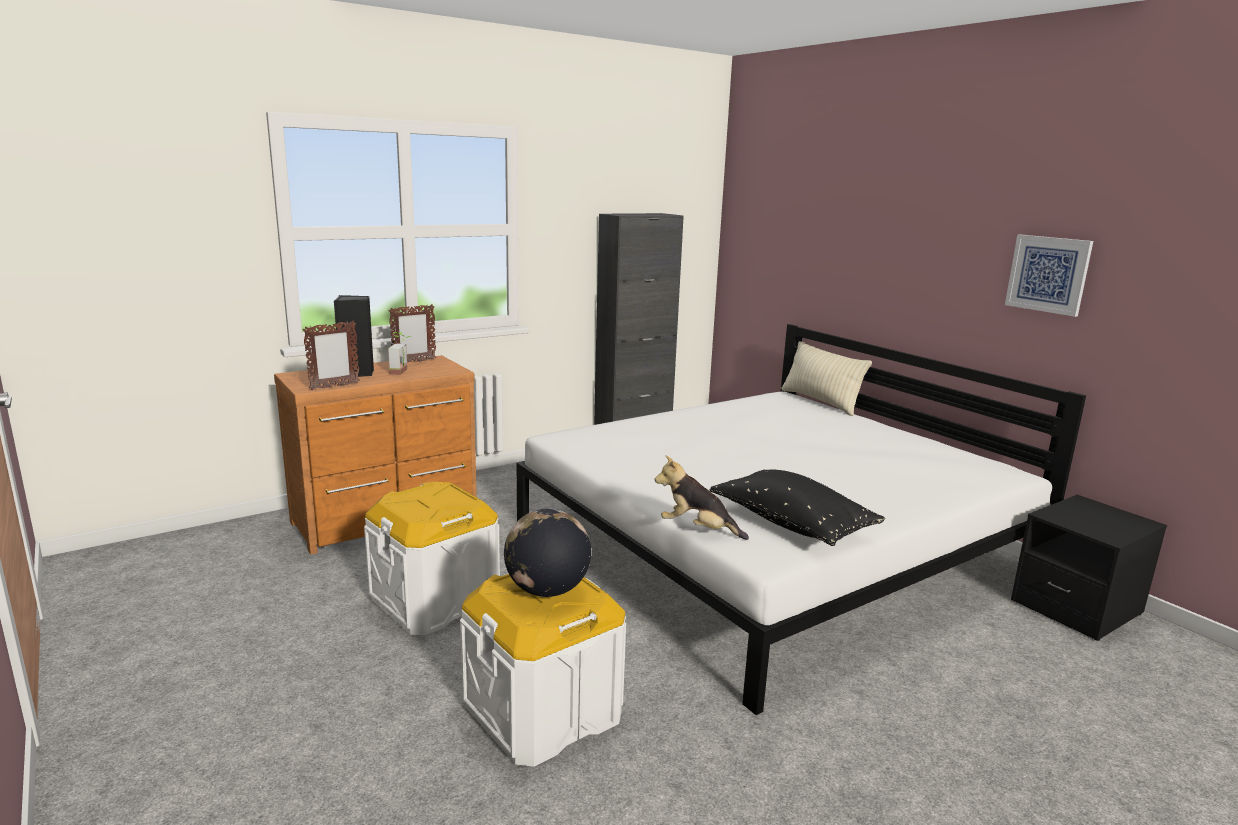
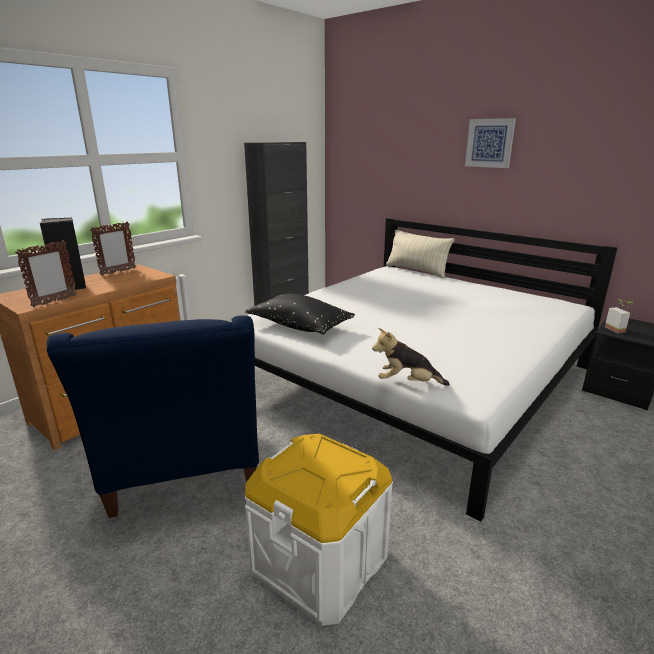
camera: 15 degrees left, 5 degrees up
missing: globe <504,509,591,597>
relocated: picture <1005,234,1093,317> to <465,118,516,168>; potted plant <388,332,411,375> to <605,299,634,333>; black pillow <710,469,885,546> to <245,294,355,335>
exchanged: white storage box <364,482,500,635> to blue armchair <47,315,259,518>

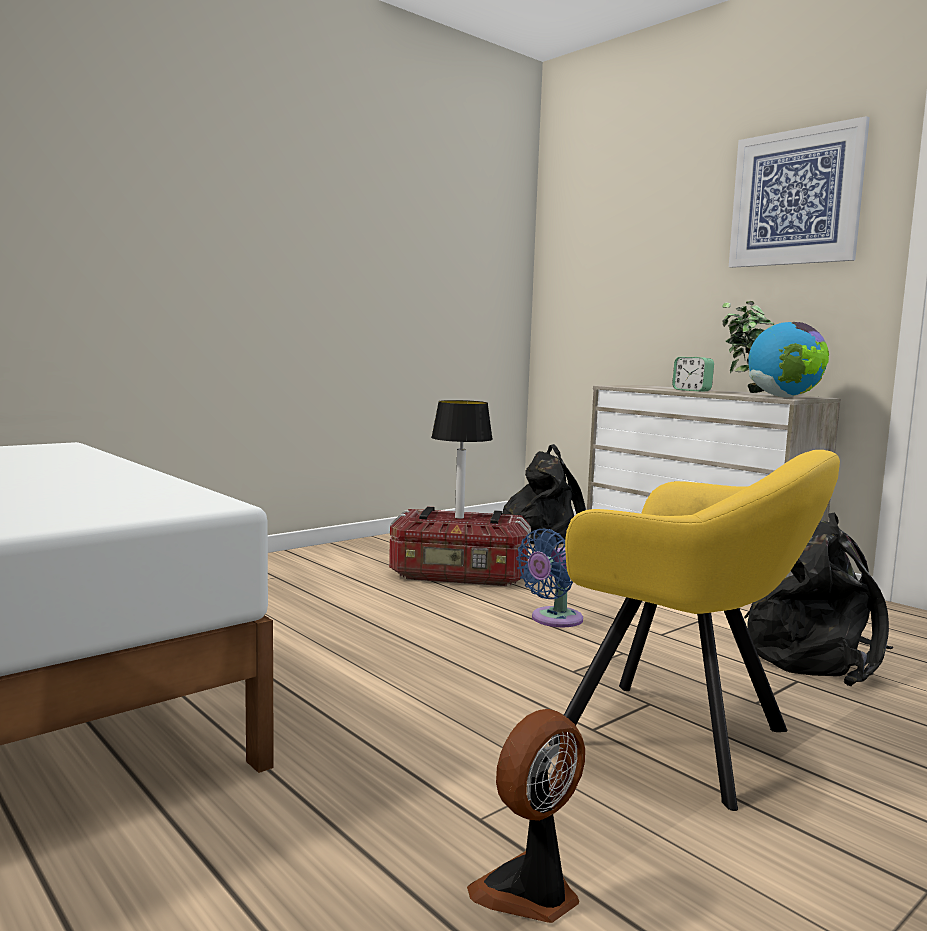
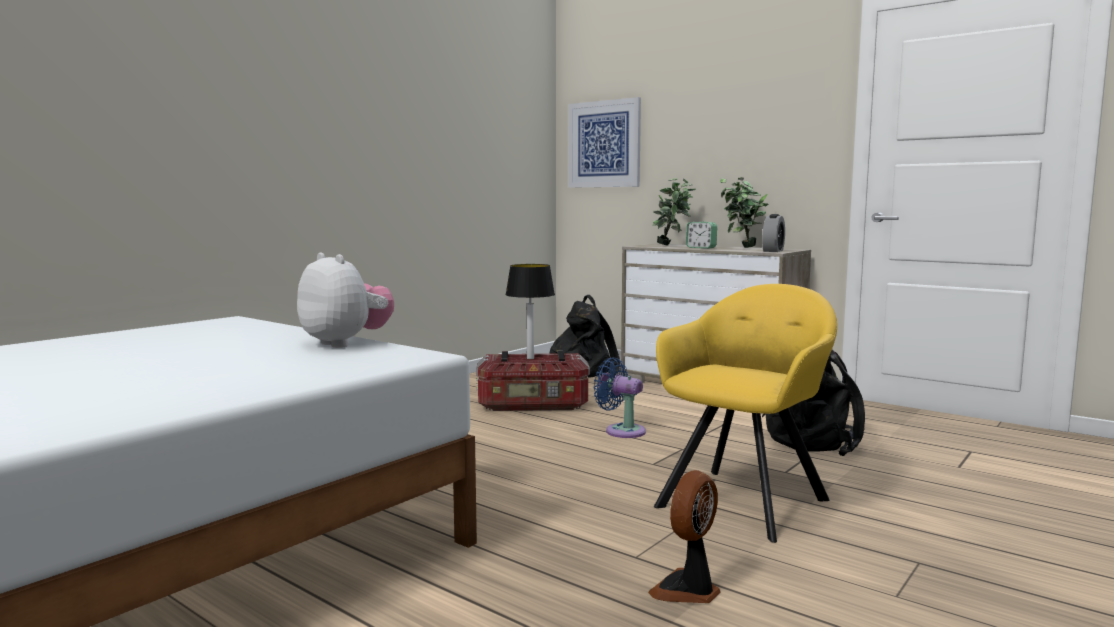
camera: 10 degrees left, 0 degrees up
appeared: potted plant <652,178,696,246>; plush toy <297,252,394,348>
relocated: picture <729,116,870,268> to <568,97,641,188>
exchanged: globe <748,322,829,397> to alarm clock <762,214,785,252>
spun: yellow armchair <549,450,840,811> = <654,284,837,543> 75 degrees counterclockwise; blue fan <516,529,583,627> = <593,357,646,438> 90 degrees clockwise

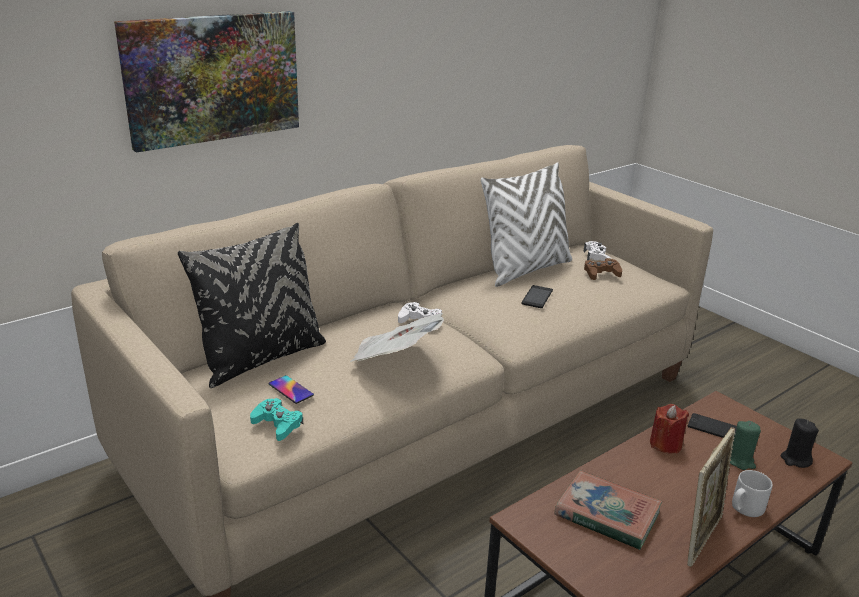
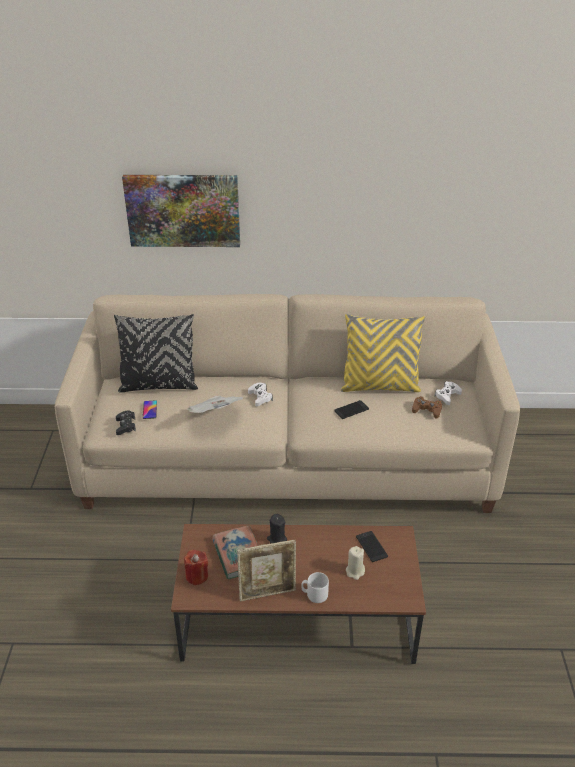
camera: 40 degrees right, 10 degrees up
relocated: red candle <650,404,689,454> to <184,550,208,585>; black candle <781,419,819,468> to <267,514,287,543>
colour: white pillow <481,162,572,287> to yellow pillow <341,314,425,392>; turquoise game controller <250,398,303,441> to black game controller <116,410,136,435>; green candle <730,421,761,470> to beige candle <346,546,365,580>

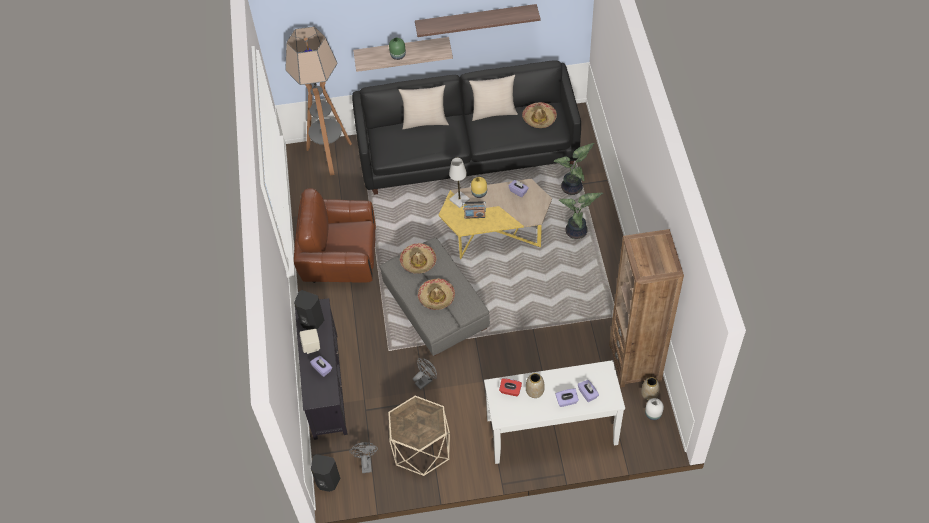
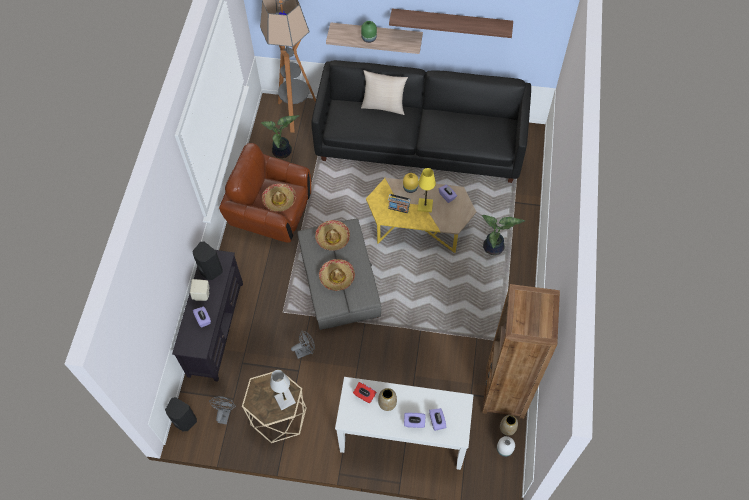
camera: 15 degrees right, 5 degrees up
missing: beige pillow <469,75,518,121>
appeared: yellow table lamp <418,168,436,212>
relocated: hat <522,102,557,128> to <262,183,296,212>; potted plant <553,143,594,195> to <261,115,299,158>; white table lamp <449,158,470,208> to <270,370,296,410>

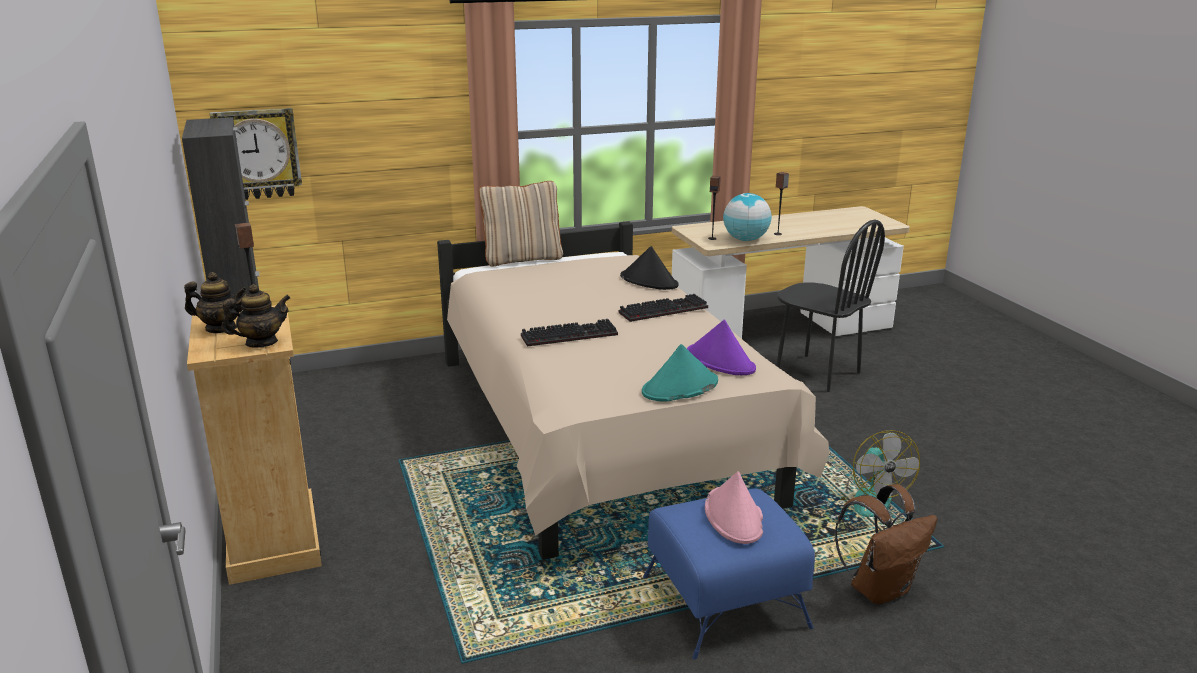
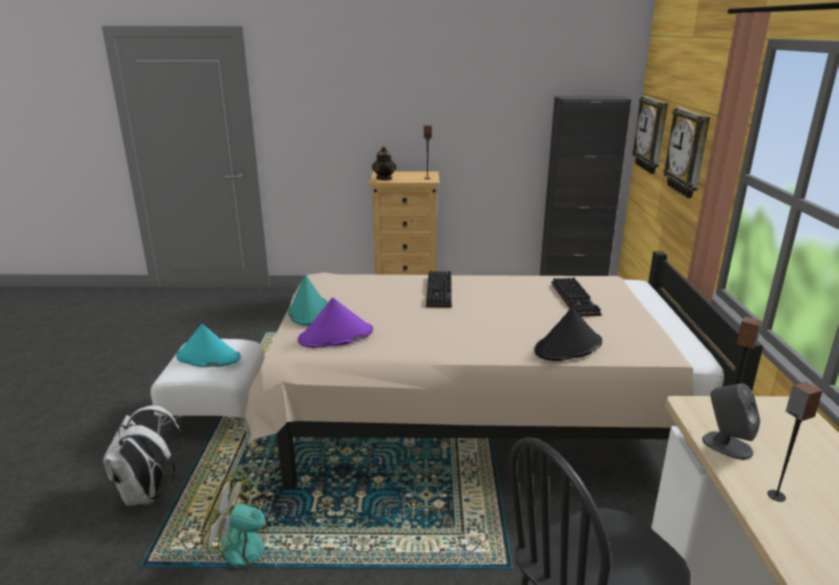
camera: 110 degrees right, 0 degrees up
missing: beige pillow <479,181,563,267>; teapot <184,272,247,333>
appeared: wall clock <663,108,710,198>
relocated: keyboard <618,294,708,322> to <551,278,602,317>
exchanged: globe <723,193,772,241> to grey speaker <702,383,760,460>
colour: pink hat <705,471,763,544> to turquoise hat <176,324,241,367>; brown backpack <835,484,937,604> to white backpack <103,405,184,506>; blue ottoman <643,489,815,659> to white ottoman <151,339,265,444>

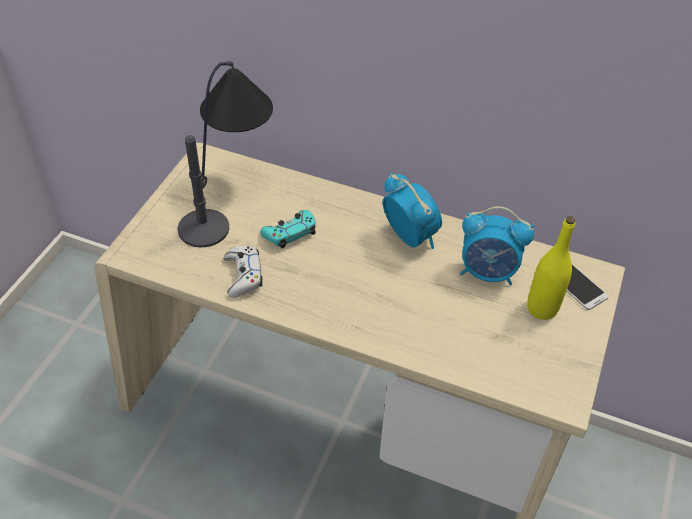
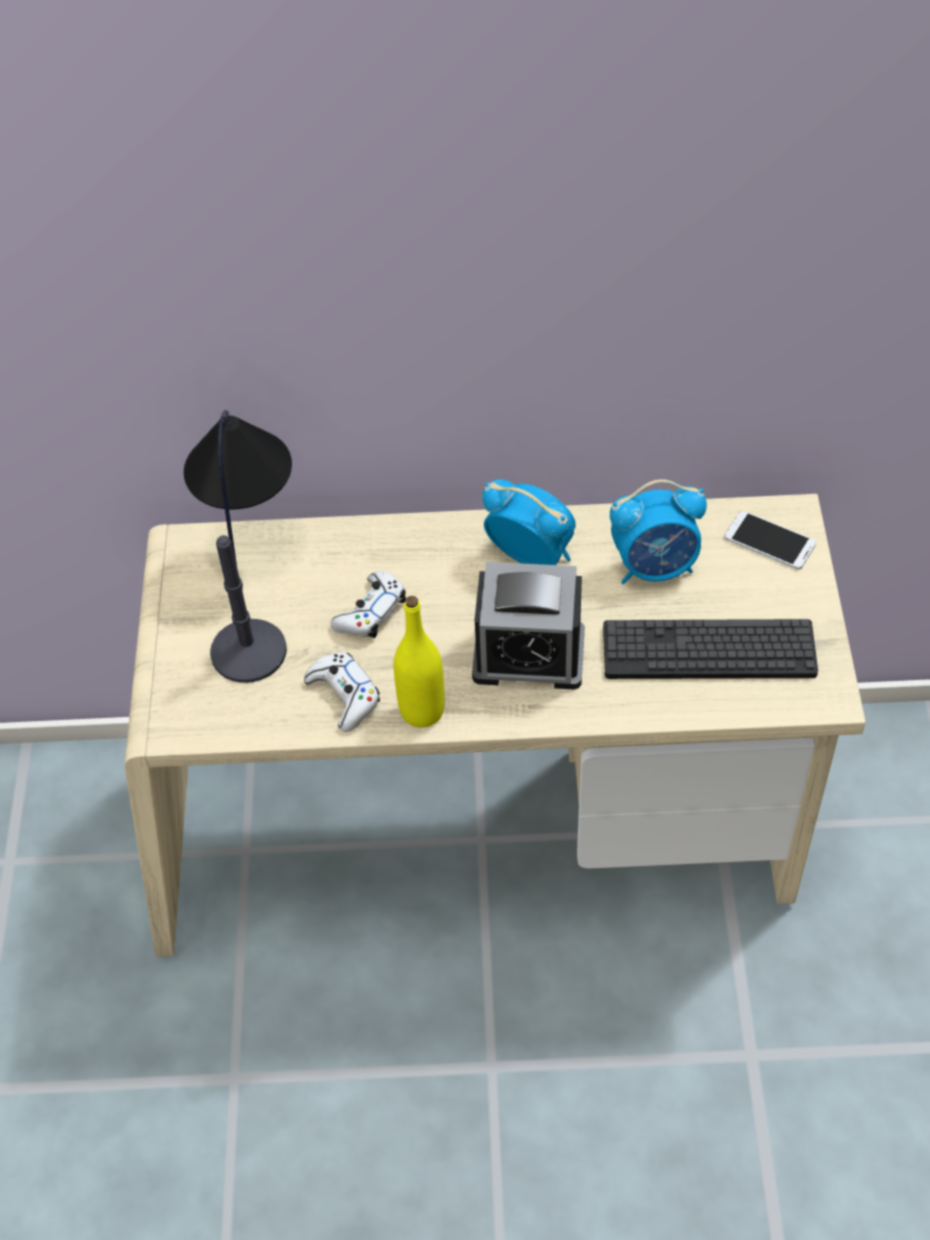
camera: 20 degrees left, 5 degrees up
appeared: alarm clock <472,562,585,690>; keyboard <603,619,818,679>
relocated: yellow bottle <527,216,575,320> to <394,596,445,728>
colour: turquoise game controller <260,210,316,248> to white game controller <331,571,406,638>

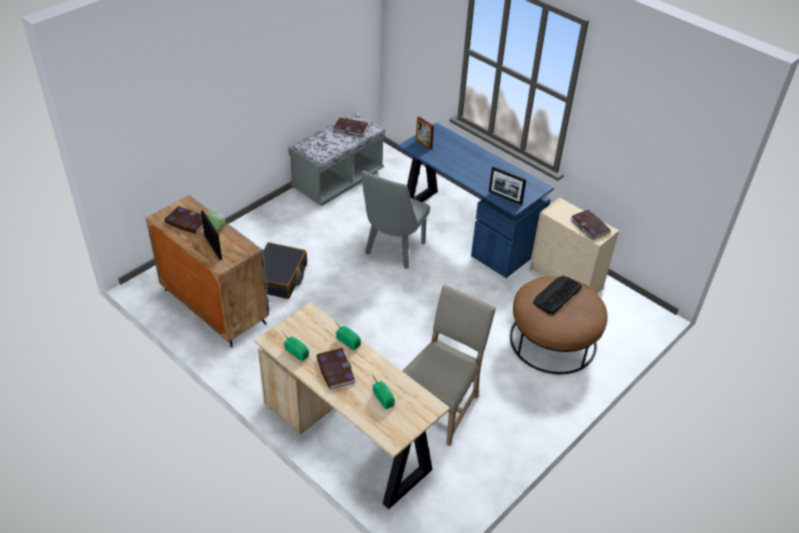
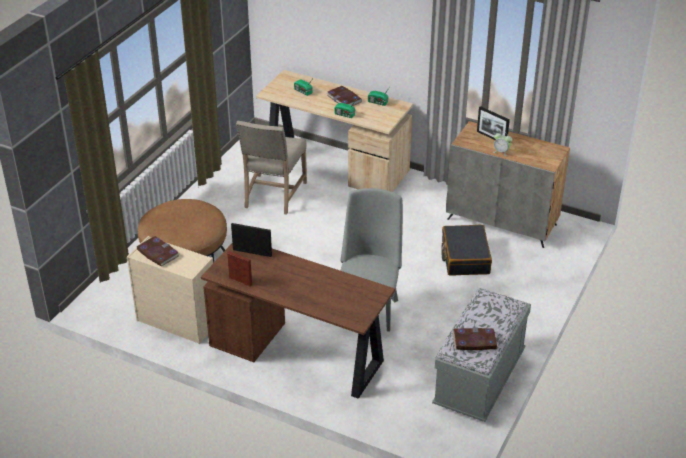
camera: 165 degrees right, 5 degrees down
missing: book <164,206,209,234>; keyboard <533,276,582,314>
relocated: picture frame <416,117,434,149> to <227,251,252,286>
colour: blue desk <397,123,554,278> to brown desk <201,243,395,399>

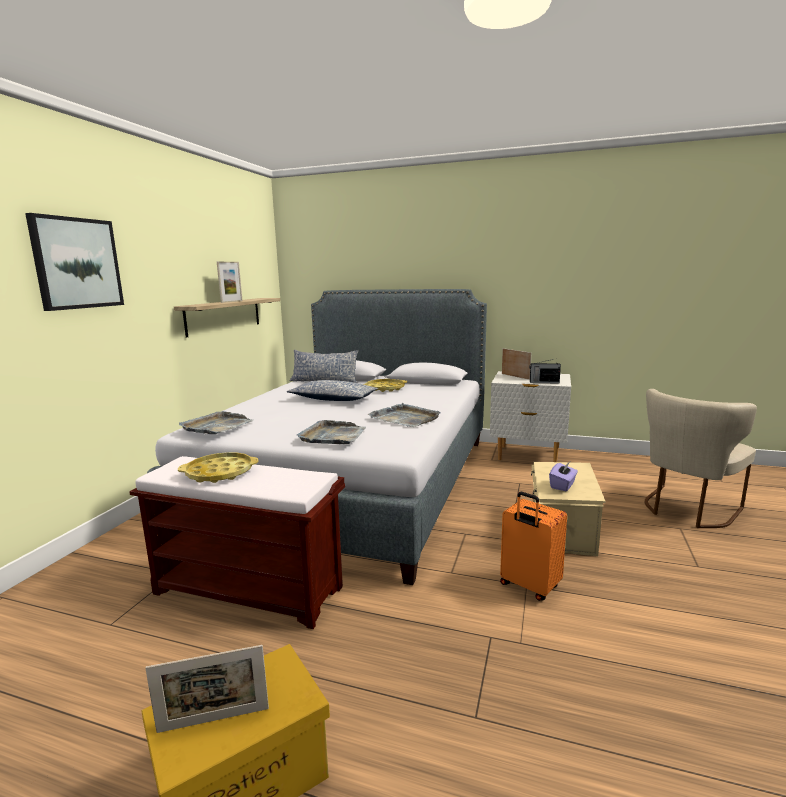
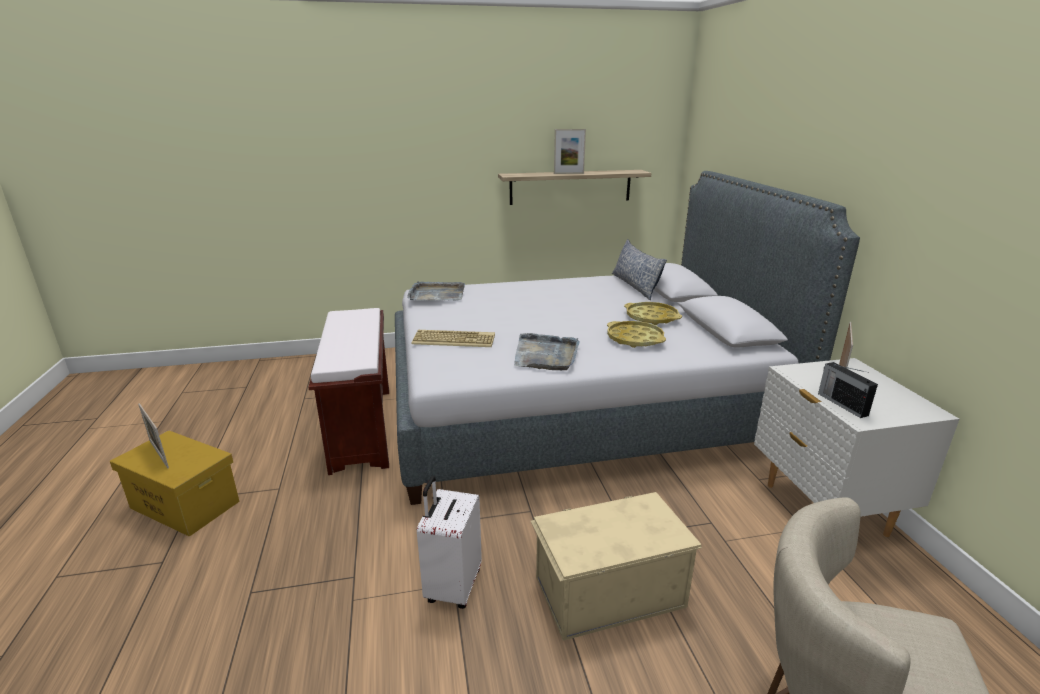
camera: 60 degrees right, 10 degrees up
missing: picture <25,213,124,311>; pillow <287,380,378,401>; purple tissue box <549,462,578,491>
relocated: yellow tray <178,452,259,483> to <607,321,666,348>
exchanged: grey tray <297,420,366,444> to keyboard <411,330,495,347>
colour: orange suitcase <500,492,567,601> to white suitcase <417,476,482,609>

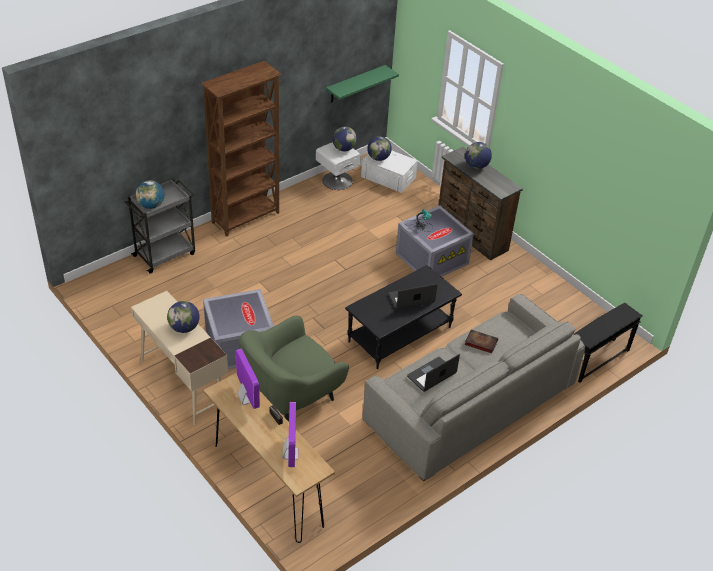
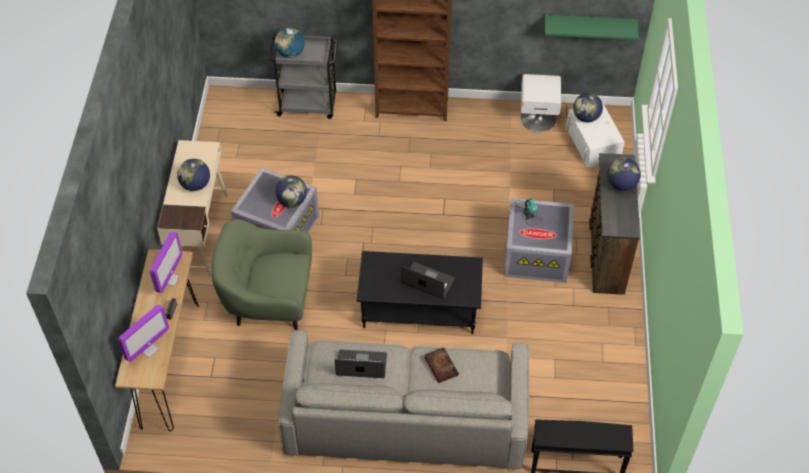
camera: 45 degrees right, 10 degrees up
relocated: globe <332,126,357,151> to <275,176,307,207>

